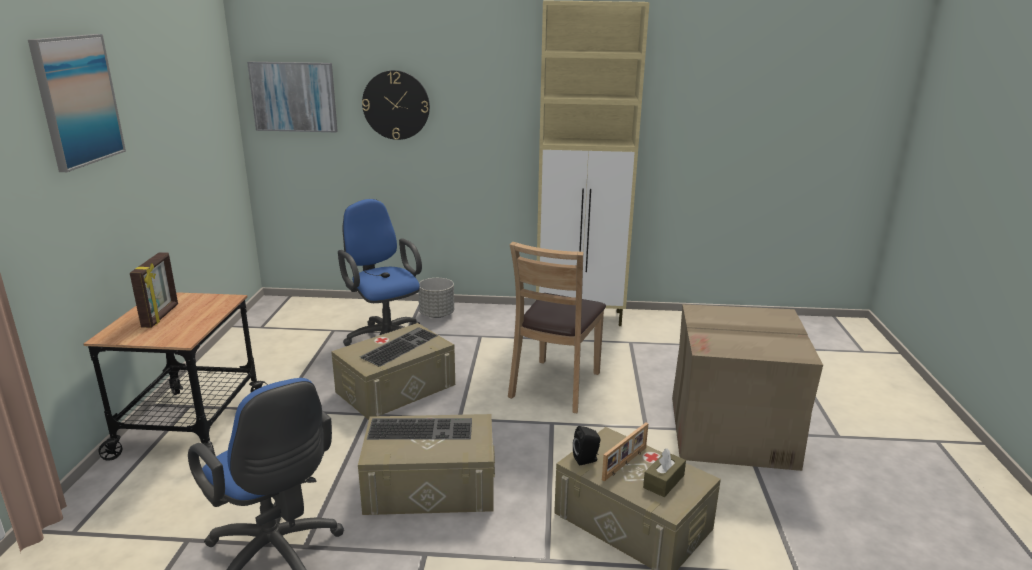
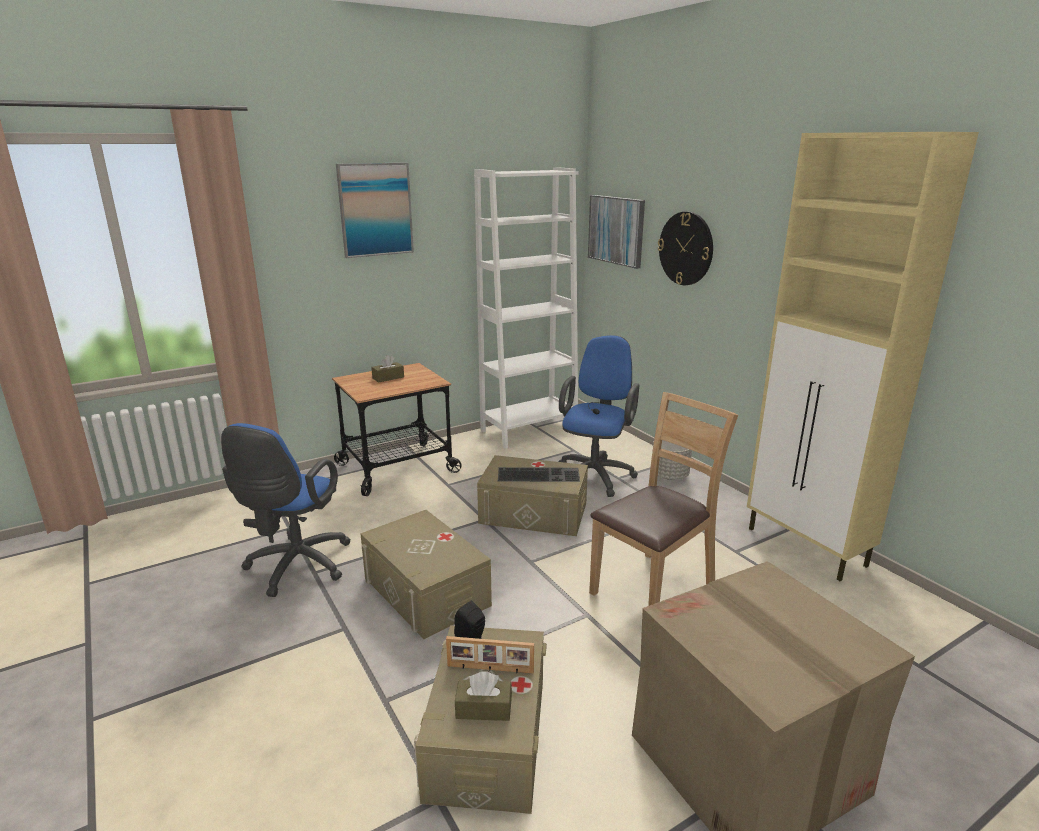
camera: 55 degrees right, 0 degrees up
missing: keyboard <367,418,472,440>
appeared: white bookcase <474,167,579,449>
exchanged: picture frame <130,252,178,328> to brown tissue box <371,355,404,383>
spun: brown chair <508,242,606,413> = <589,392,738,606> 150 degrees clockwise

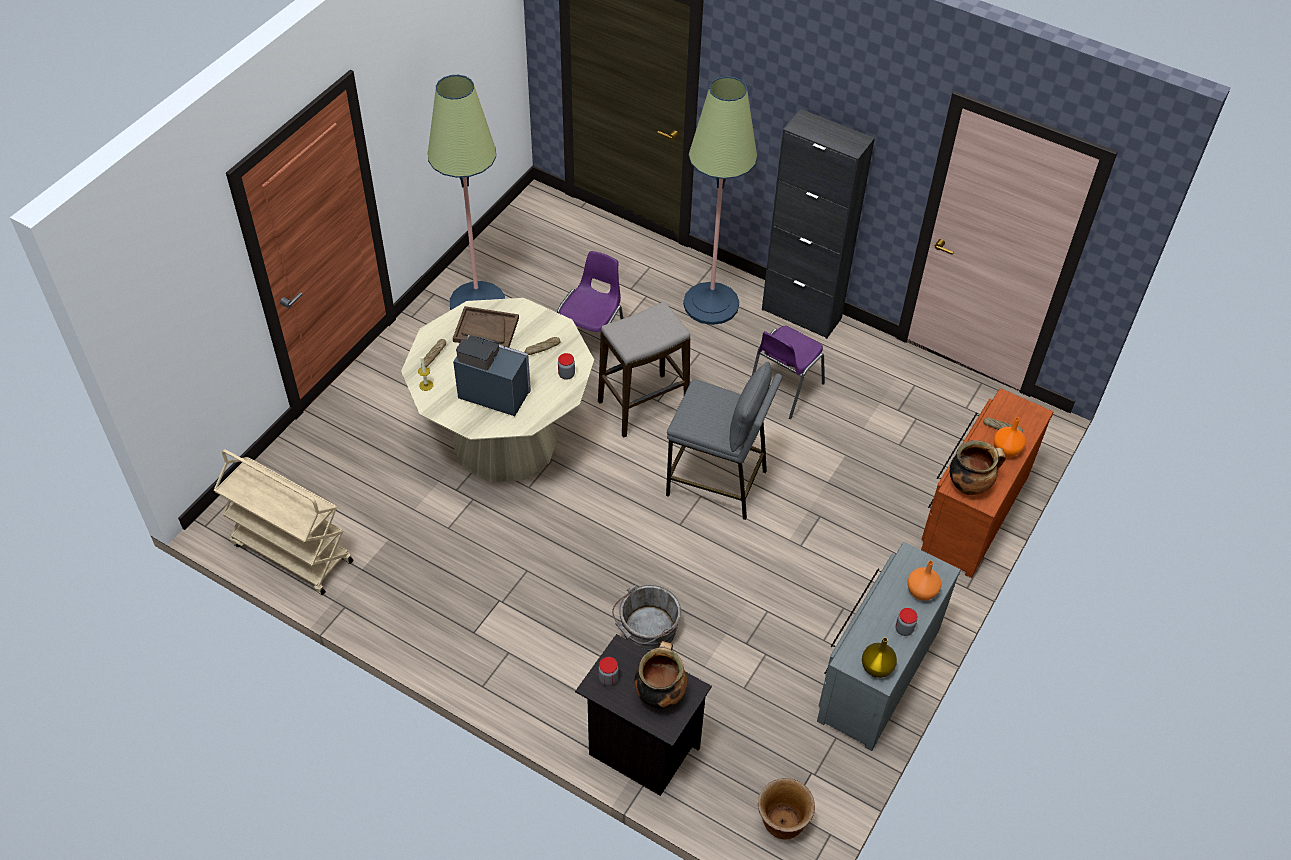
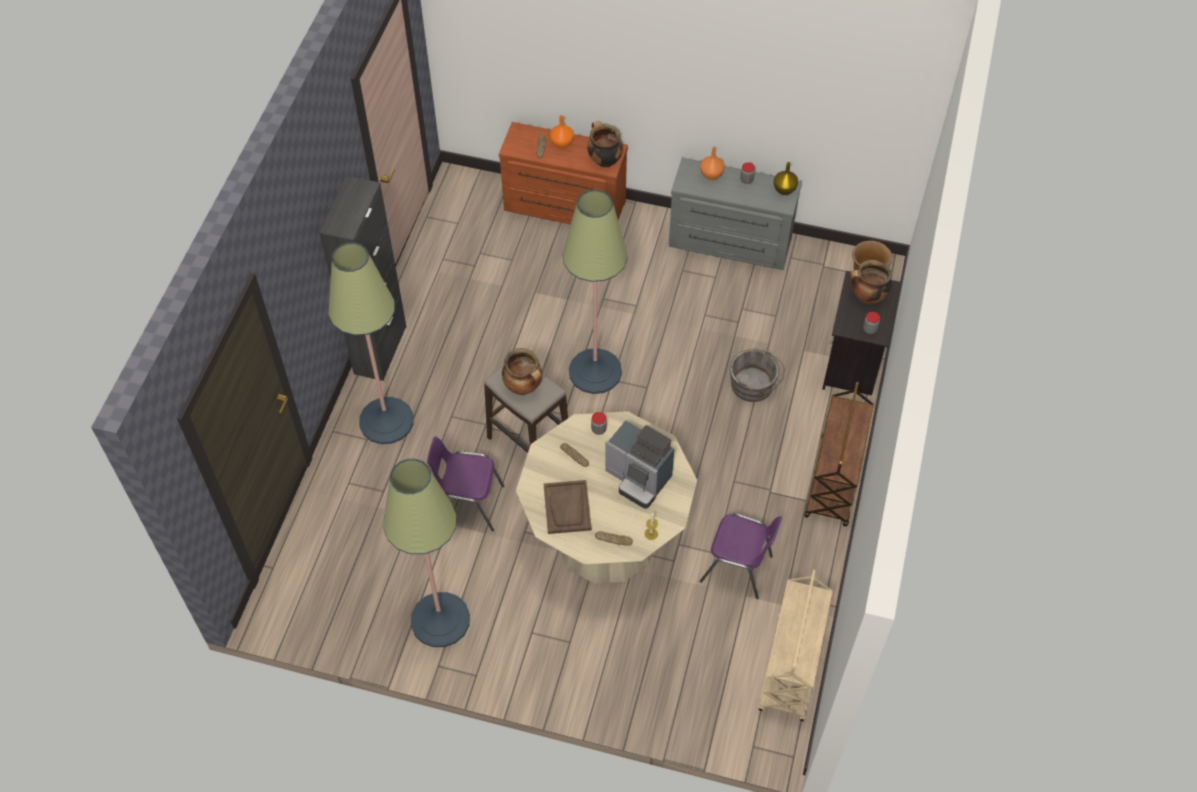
camera: 105 degrees left, 5 degrees up
appeared: cooking pot <502,348,542,395>; brown cart <804,381,874,527>
relocated: purple chair <751,326,825,419> to <700,513,782,599>
exchanged: grey stool <666,362,782,520> to floor lamp <562,190,628,394>
spun: coffee machine <453,335,531,416> = <605,420,674,509> 60 degrees counterclockwise

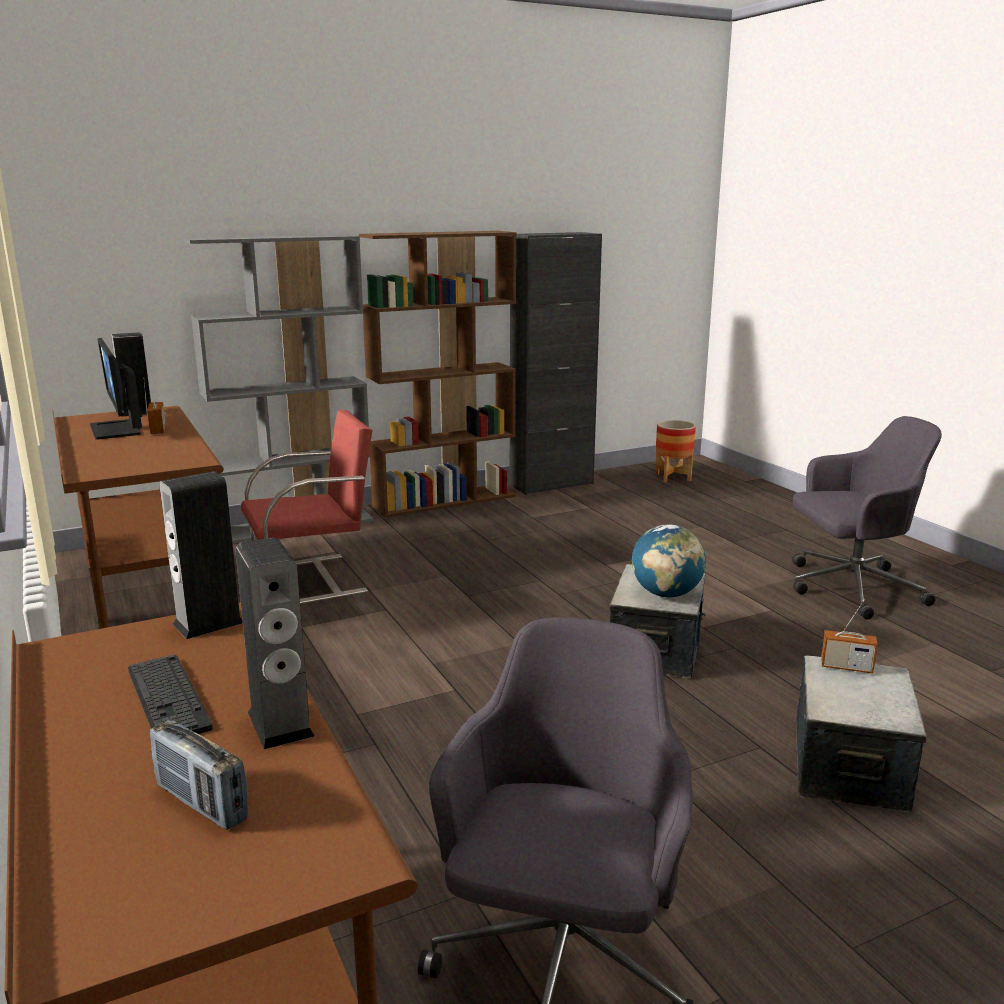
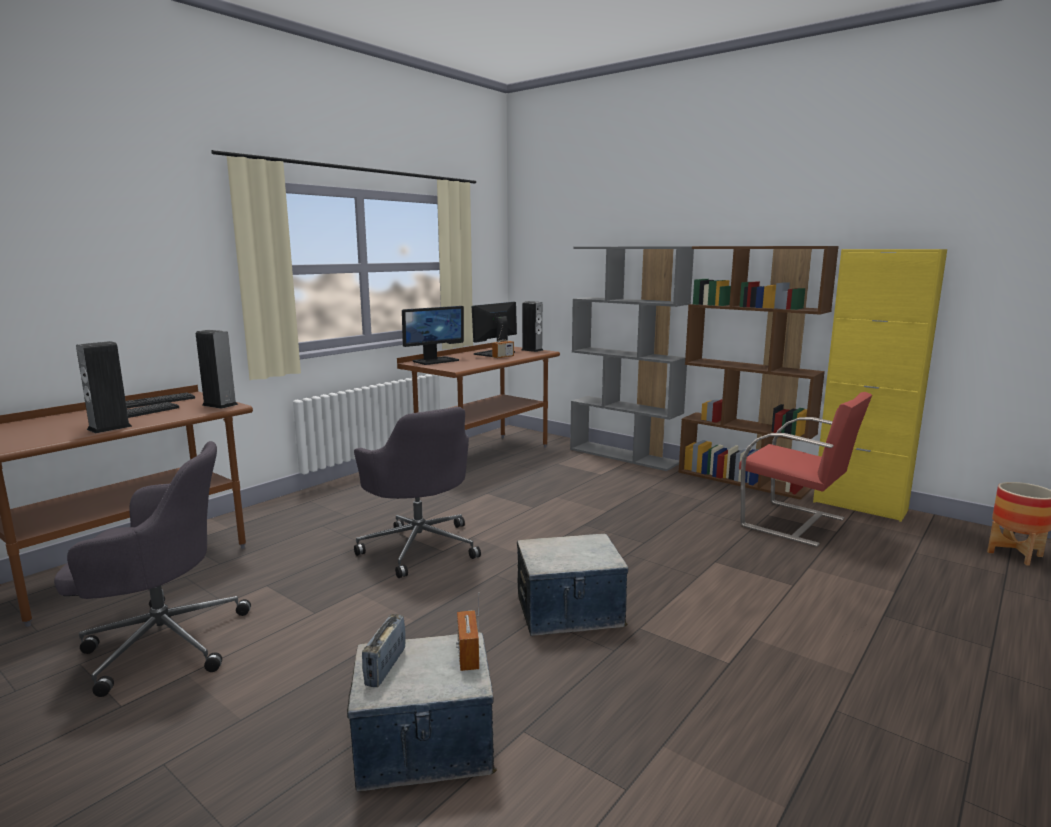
camera: 65 degrees right, 5 degrees down
missing: globe <632,524,706,597>
appeared: monitor <402,306,464,365>; keyboard <126,392,195,408>
relocated: red chair <241,410,372,604> to <739,392,872,547>; grey office chair <792,416,942,620> to <354,407,481,578>; radio <150,720,248,830> to <362,614,406,687>
colour: black cabinet <510,232,602,495> to yellow cabinet <813,249,947,522>

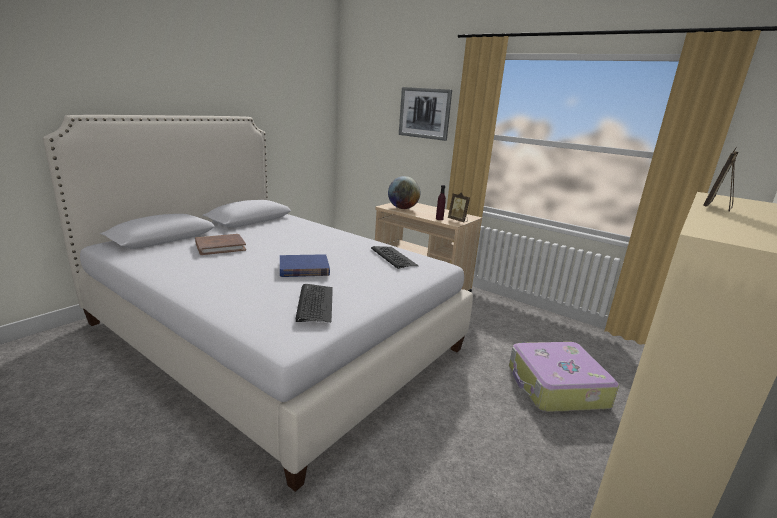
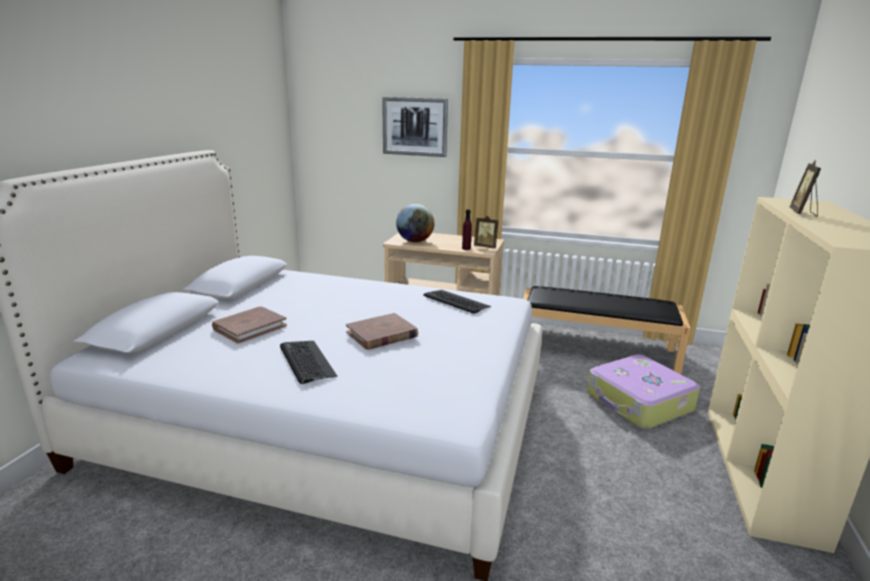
camera: 20 degrees left, 0 degrees up
appeared: black bench <523,286,691,374>
relocated: keyboard <296,284,333,322> to <280,341,337,384>
colour: blue book <280,254,330,277> to brown book <346,313,418,350>

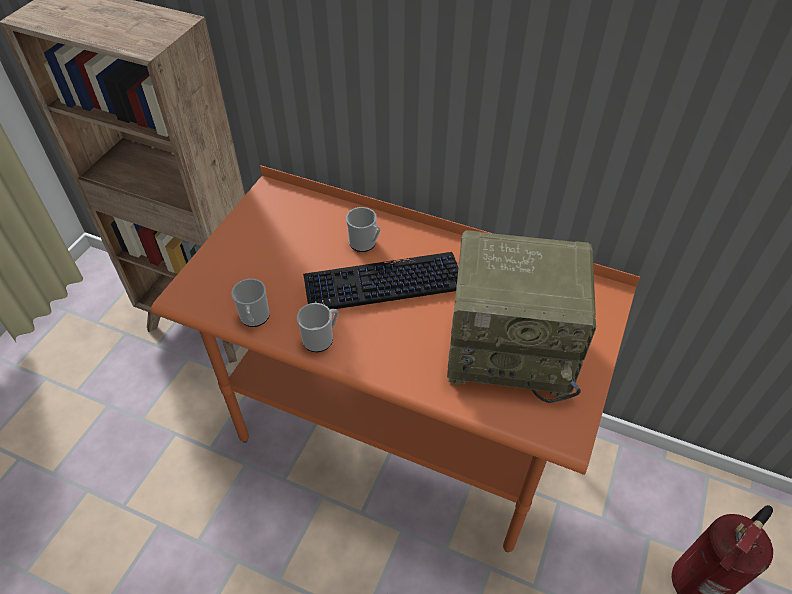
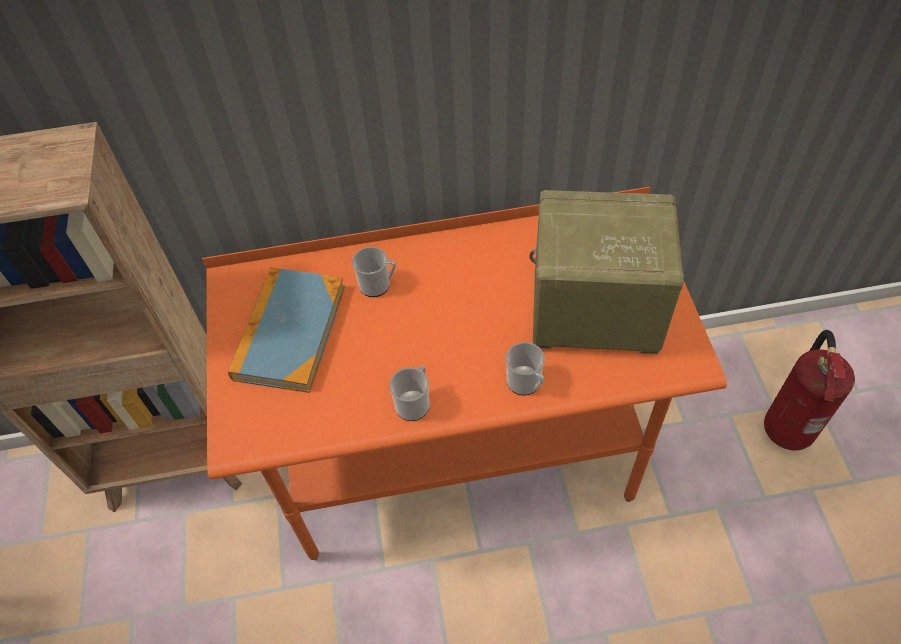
camera: 30 degrees left, 5 degrees up
missing: keyboard <303,252,458,309>
appeared: book <228,268,345,393>
relocated: mug <232,279,270,327> to <506,342,545,395>
spun: radio <447,230,596,403> = <529,190,684,354> 150 degrees counterclockwise

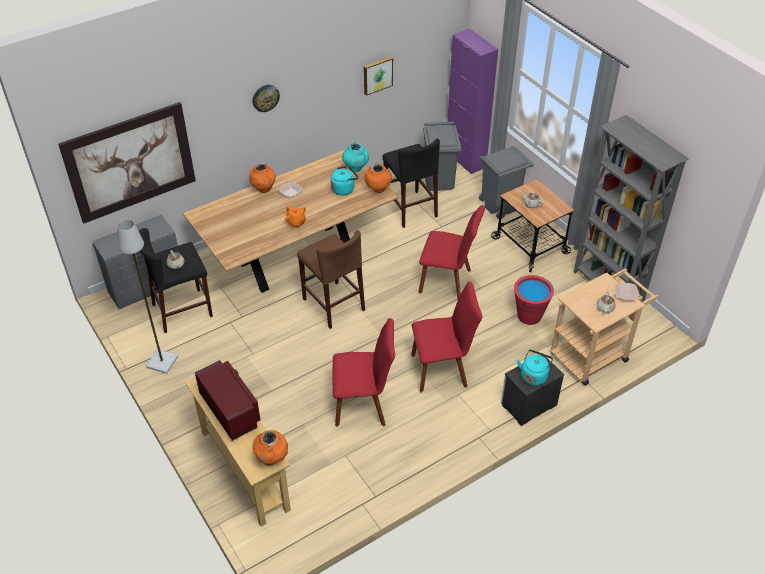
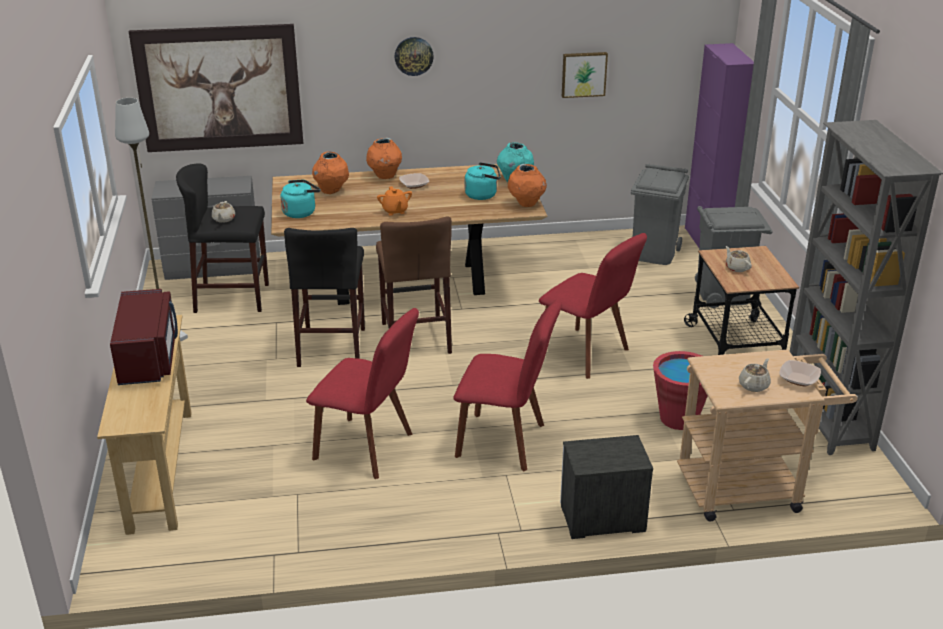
camera: 25 degrees right, 15 degrees down
relocated: black stool <383,139,440,228> to <284,228,365,367>; turquoise kettle <517,350,553,386> to <281,180,320,218>; orange vase <253,430,288,466> to <312,151,349,194>

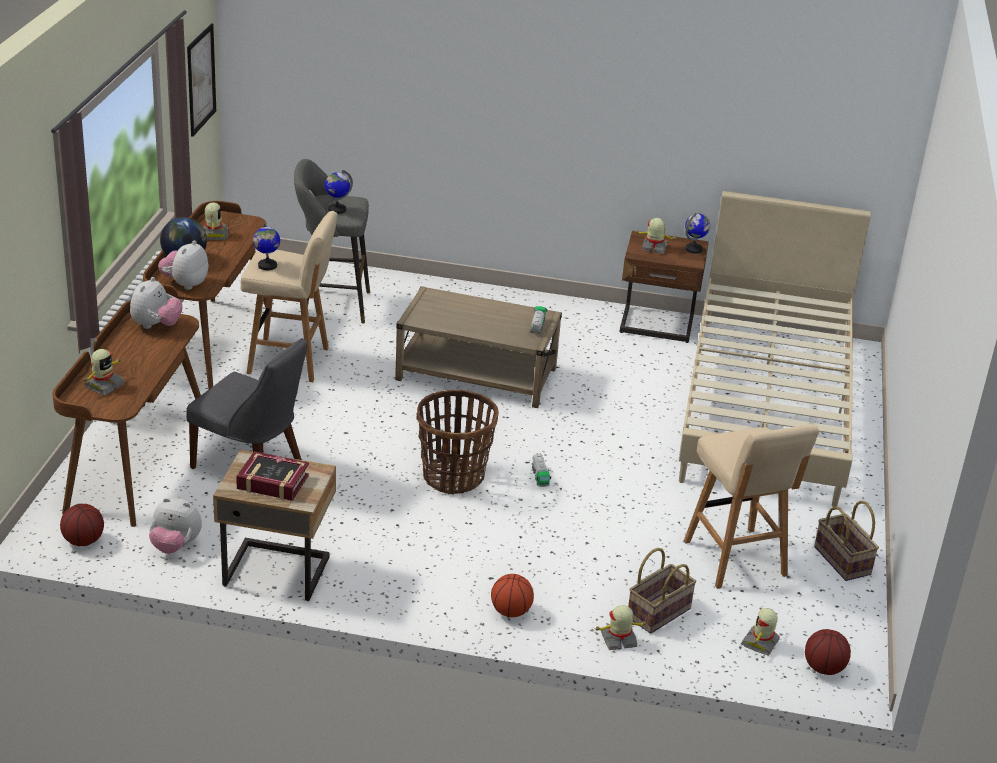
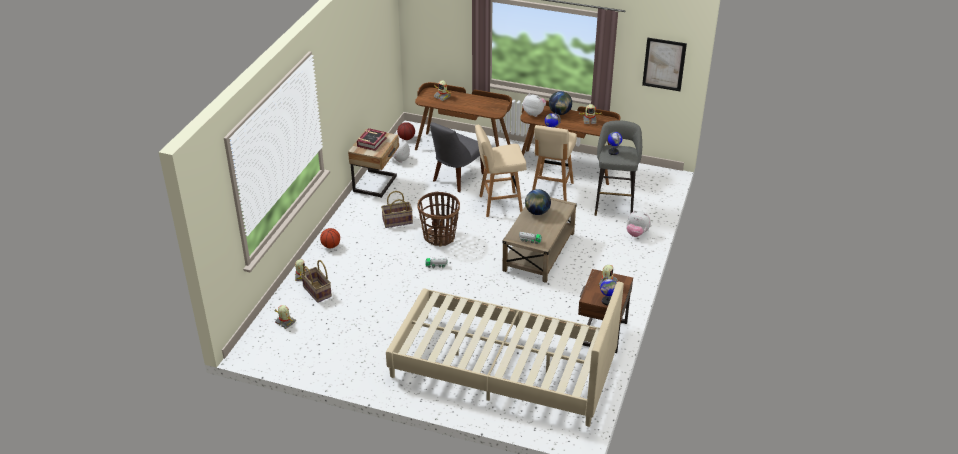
camera: 100 degrees right, 5 degrees up
missing: basketball <805,629,851,675>
appeared: globe <525,189,551,215>
relocated: plush toy <130,277,182,329> to <627,211,651,237>; beige stool <684,424,819,589> to <475,125,527,217>; basket <814,501,879,581> to <381,191,413,228>

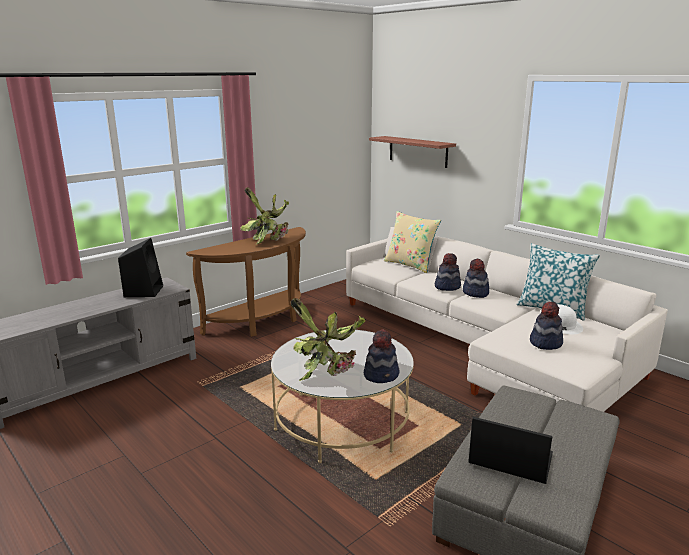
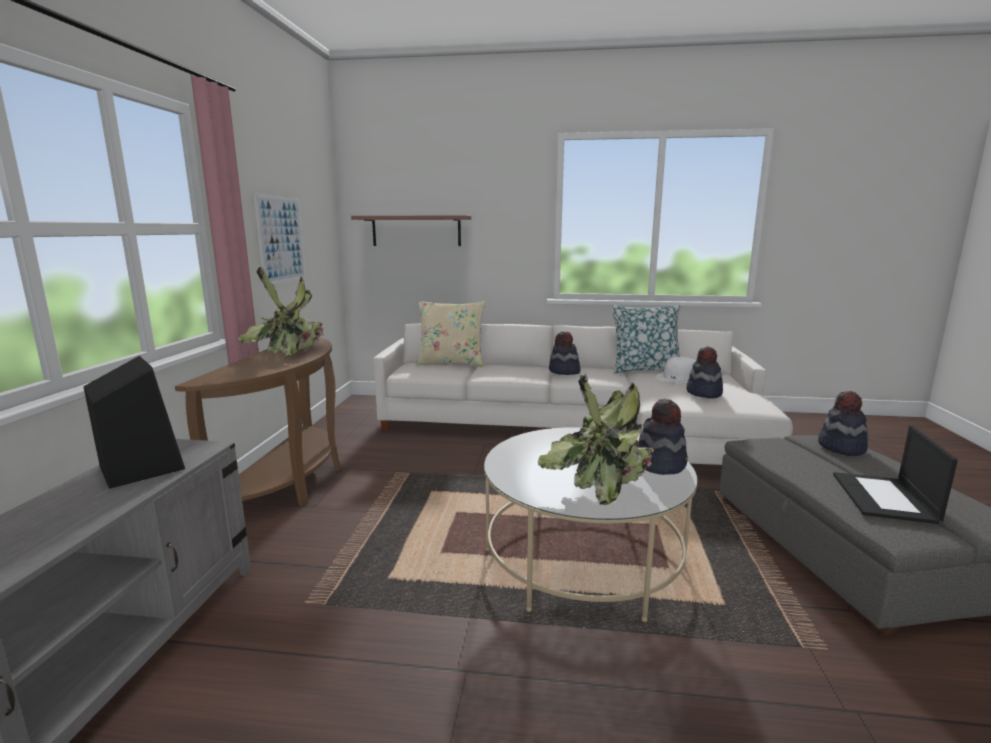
camera: 40 degrees left, 5 degrees down
appeared: picture <254,194,306,284>
relocated: hat <435,253,461,291> to <818,391,868,456>
spun: laptop <468,417,553,484> = <833,426,958,524> 60 degrees counterclockwise

